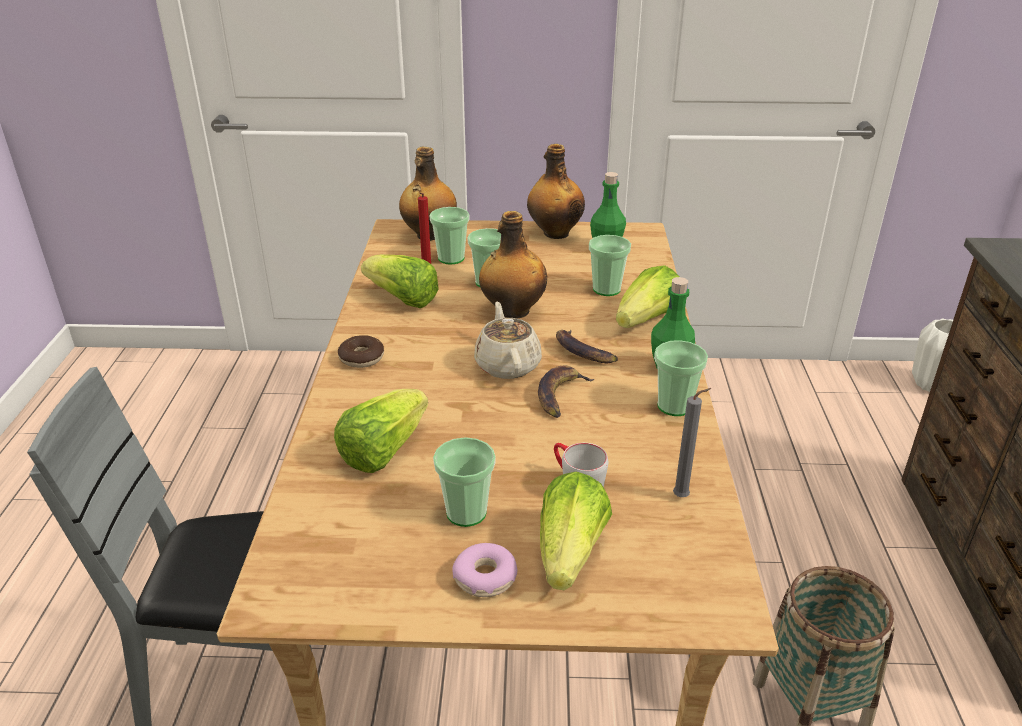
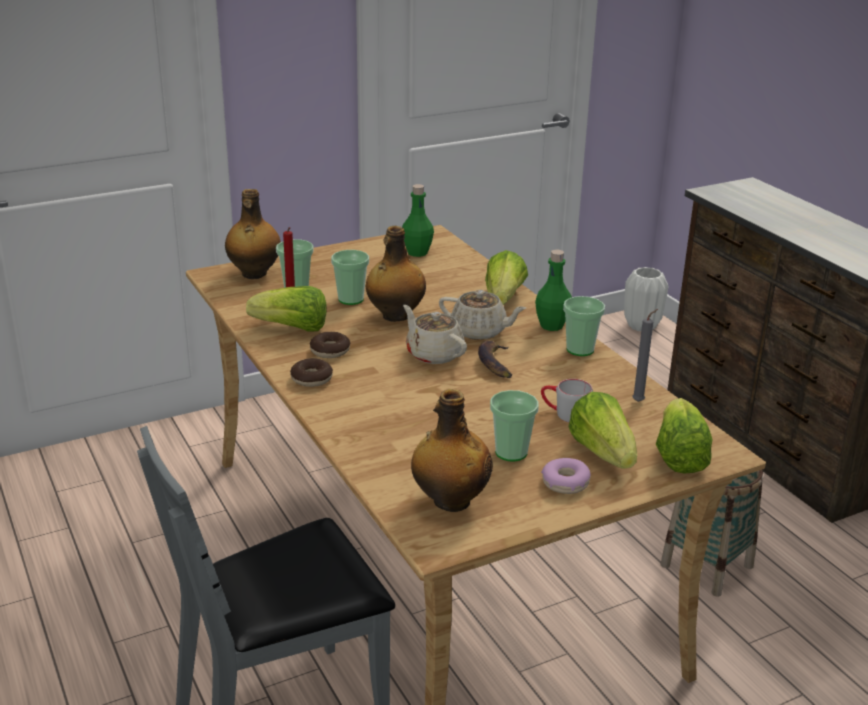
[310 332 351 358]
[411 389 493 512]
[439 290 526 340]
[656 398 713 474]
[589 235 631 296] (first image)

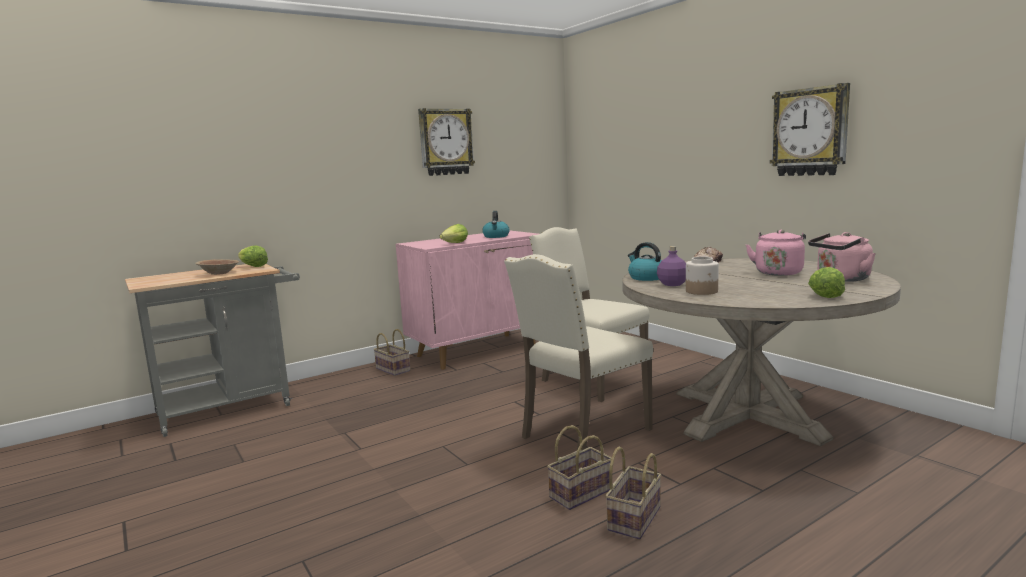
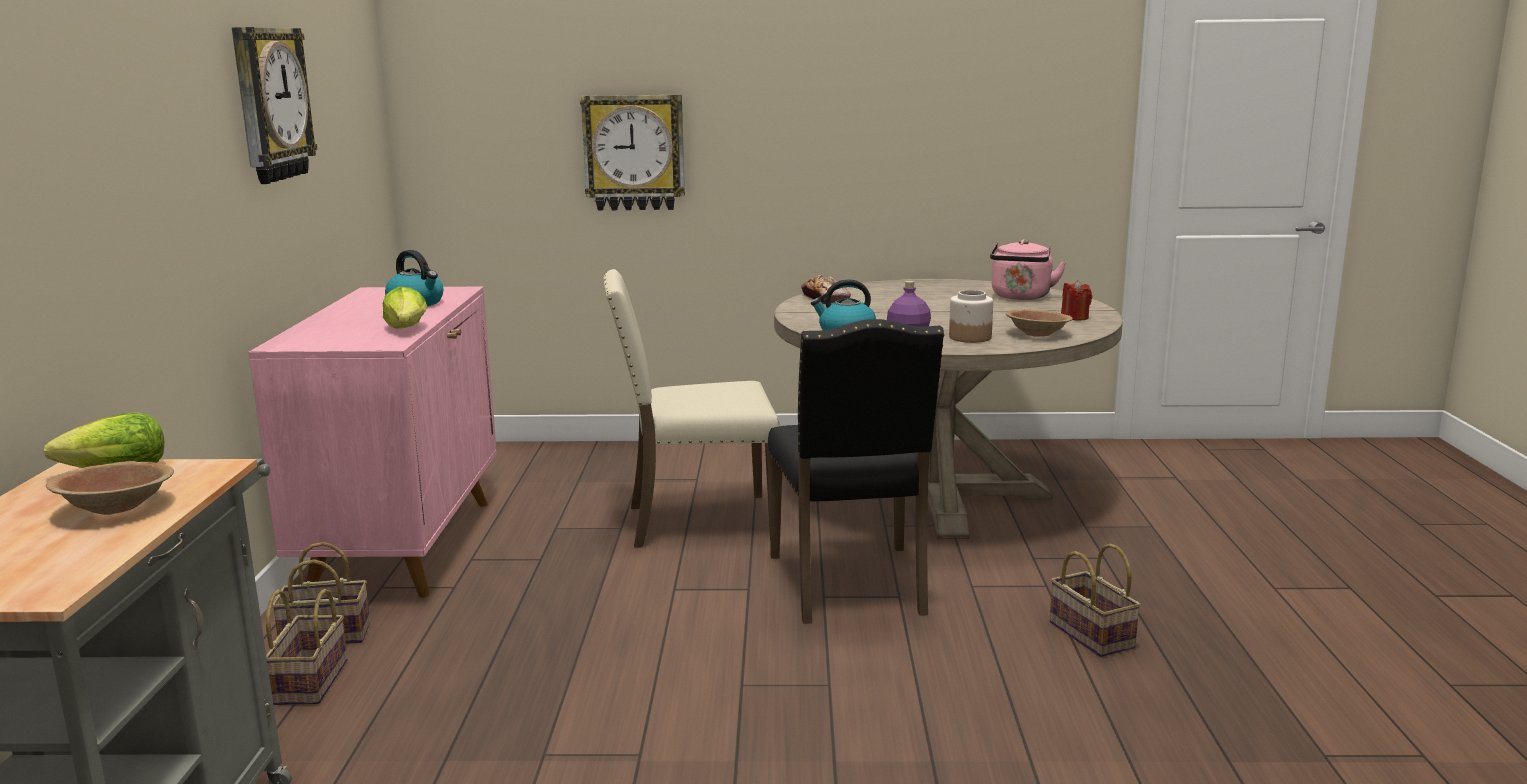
[266 589 348 705]
[580 95 685 211]
[768 319 944 624]
[1006 310 1073 337]
[1061 280 1092 320]
[746 230 806 276] (first image)

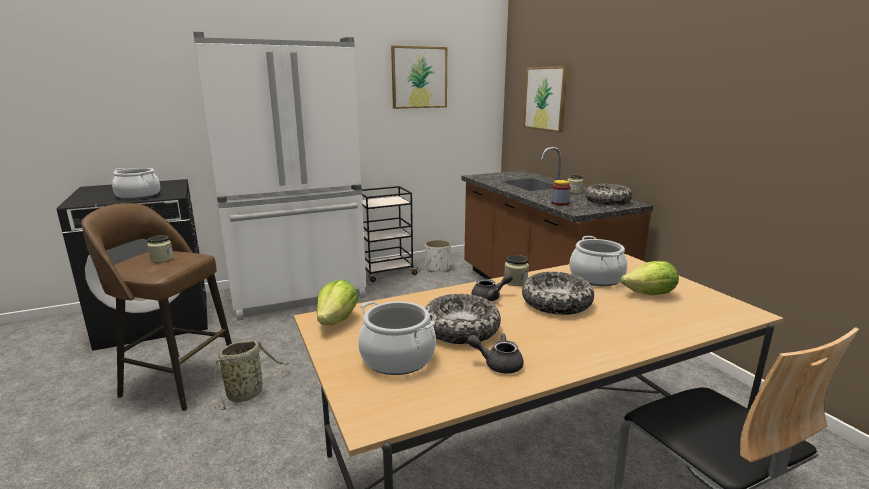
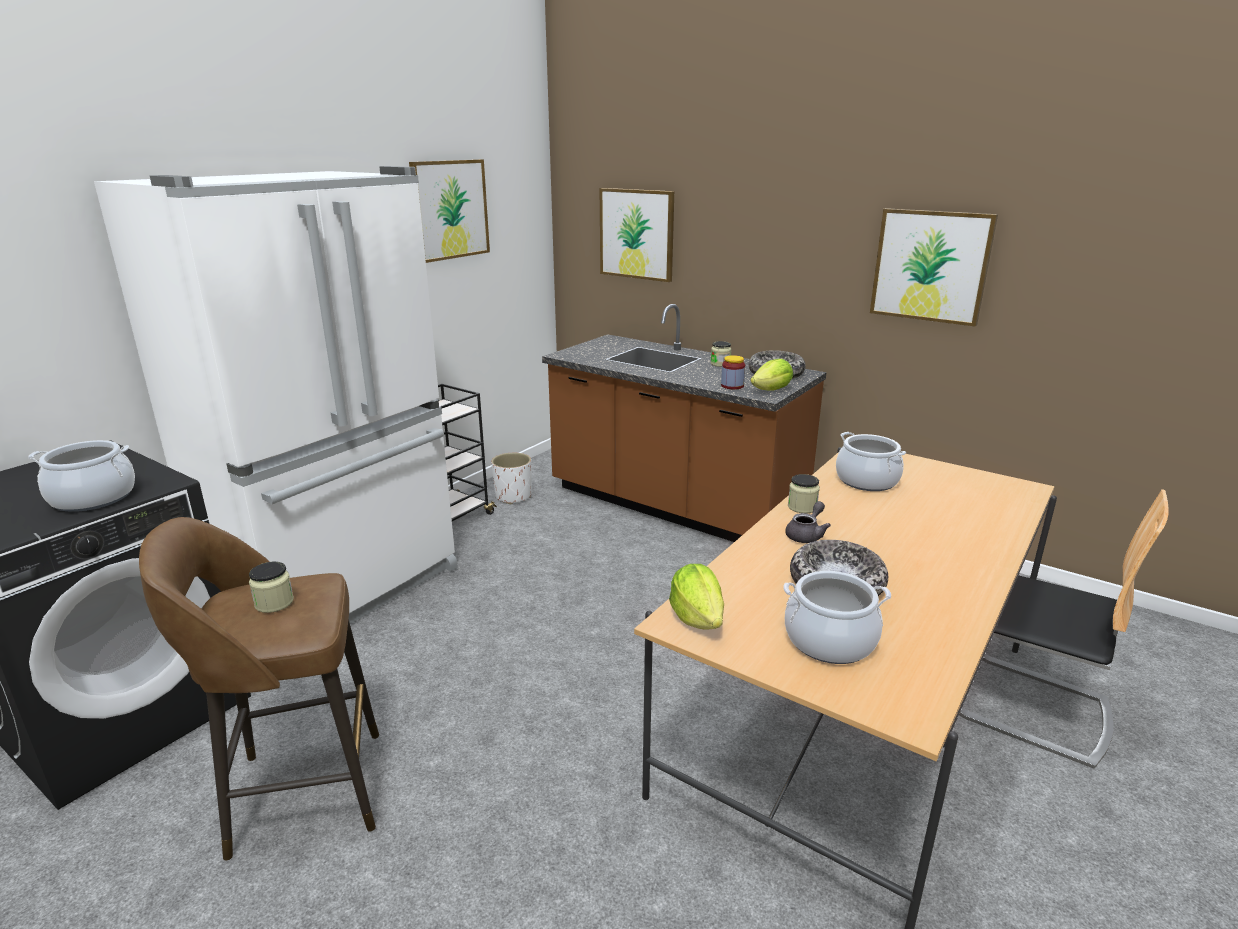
[750 359 793 391]
[870 208 998 327]
[209 341 289 411] (first image)
[467 333 524 374] (first image)
[522 272 594 315] (first image)

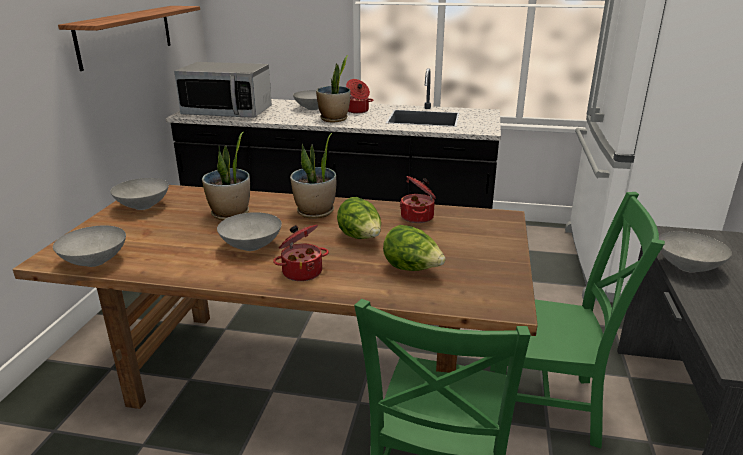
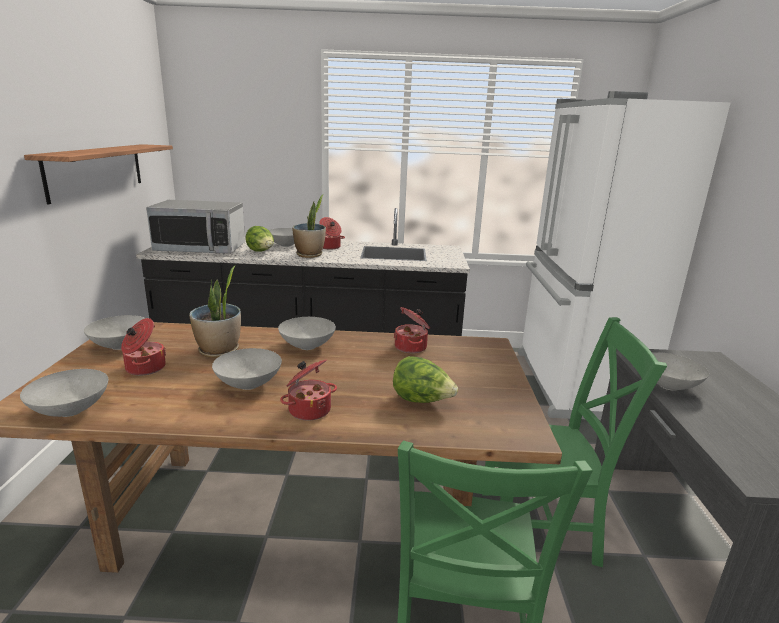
[121 318 166 376]
[245 226 274 252]
[278 317 336 350]

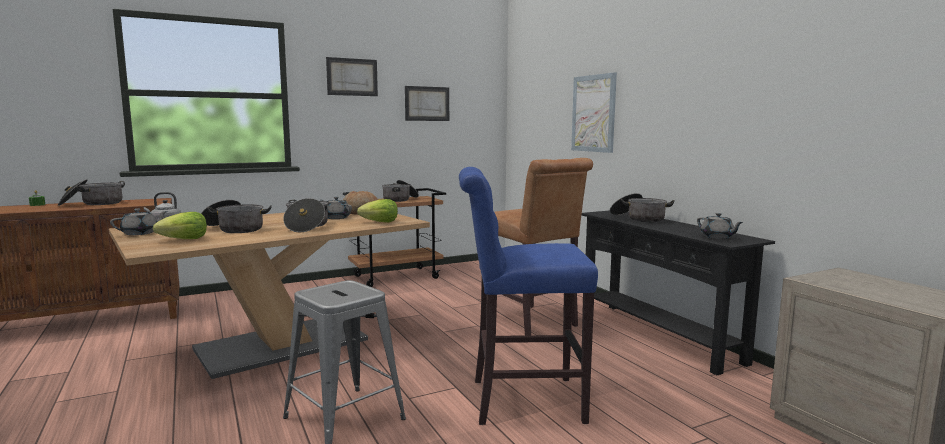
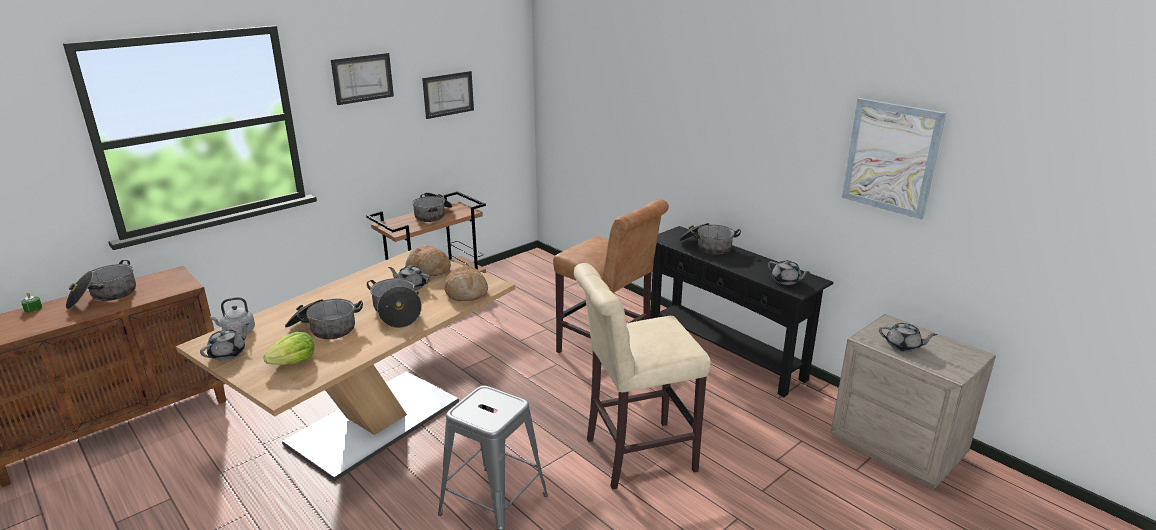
[444 265 488 301]
[574 263 711 490]
[842 98 946 220]
[879 323 937 352]

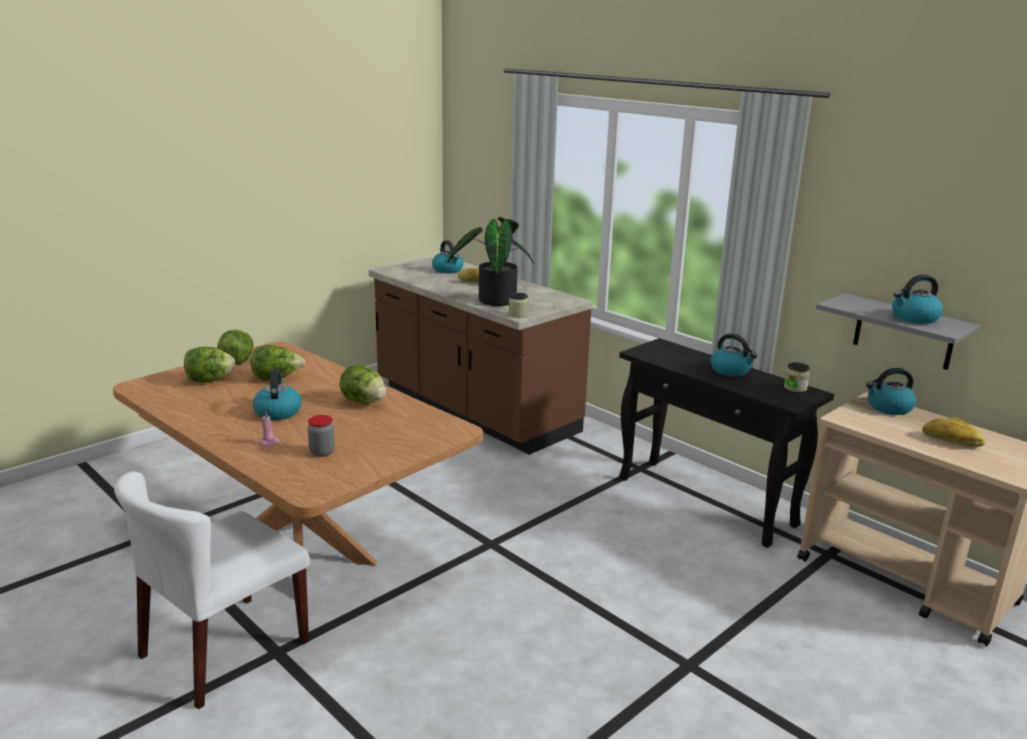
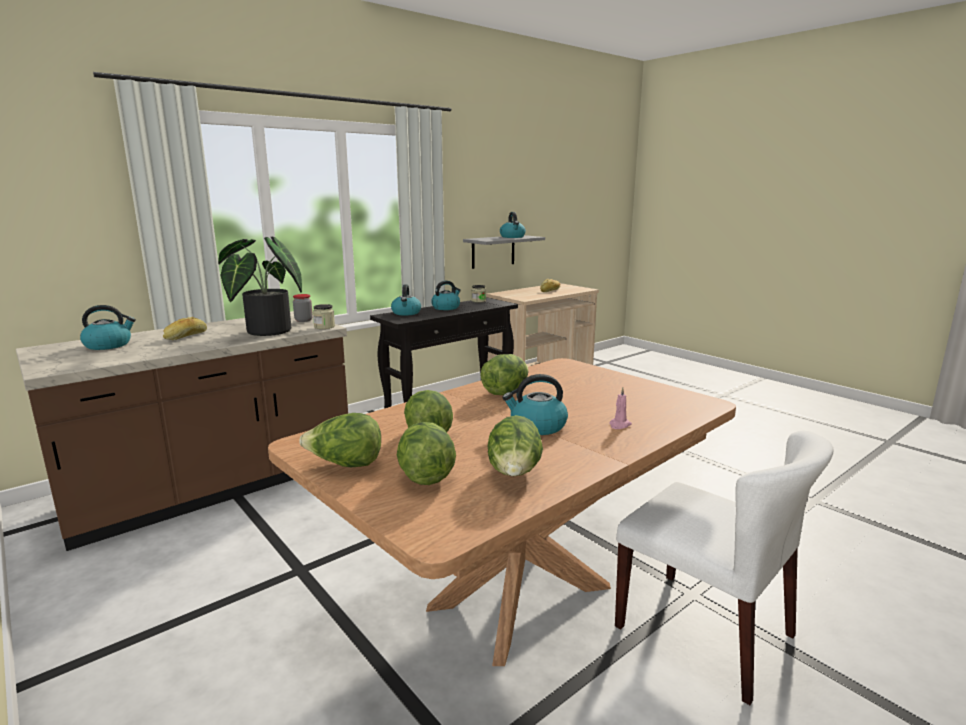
[293 294 313 322]
[391 284 421 316]
[487 415 543 476]

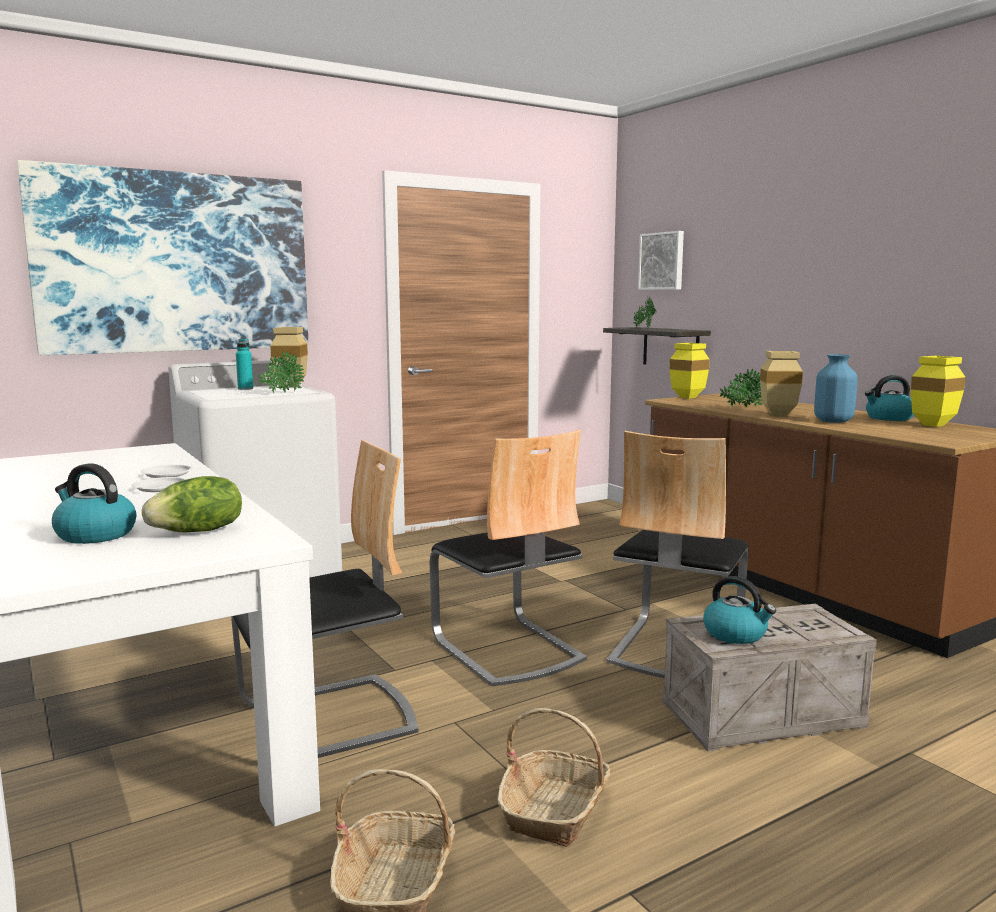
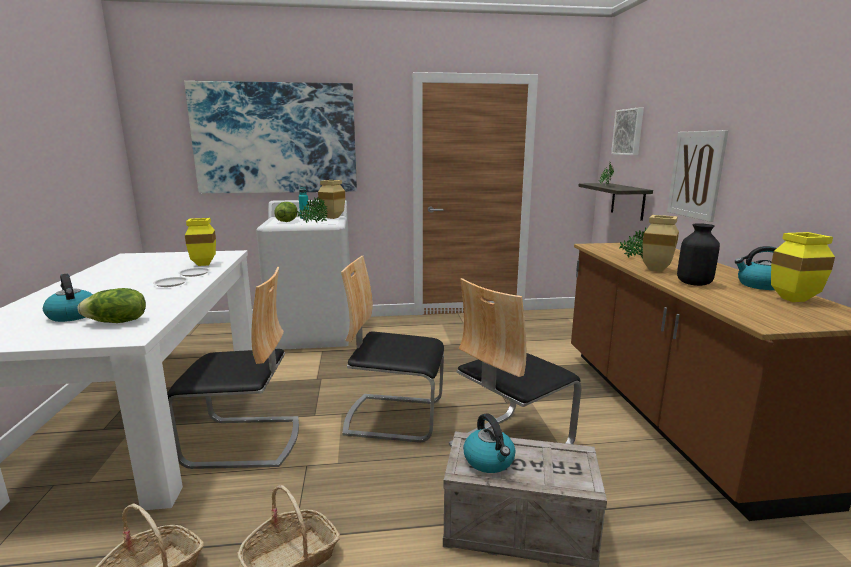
[185 218 216 266]
[274 202 297 222]
[341 256 444 443]
[667 130 728 222]
[677 223 720 286]

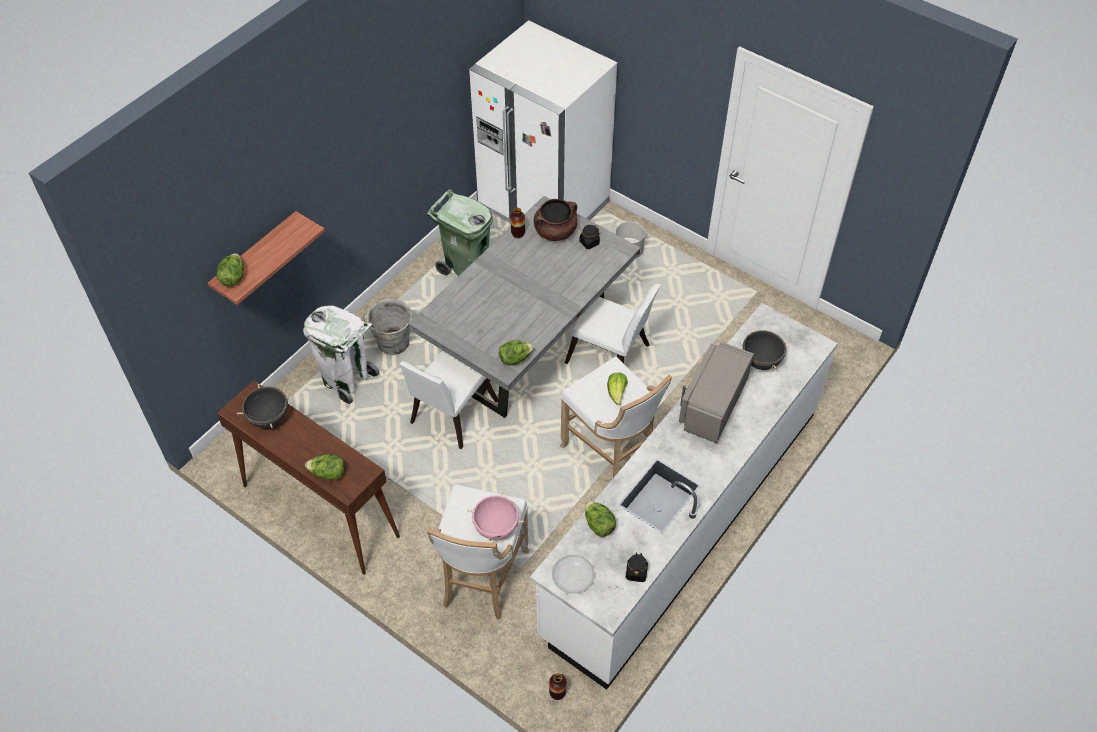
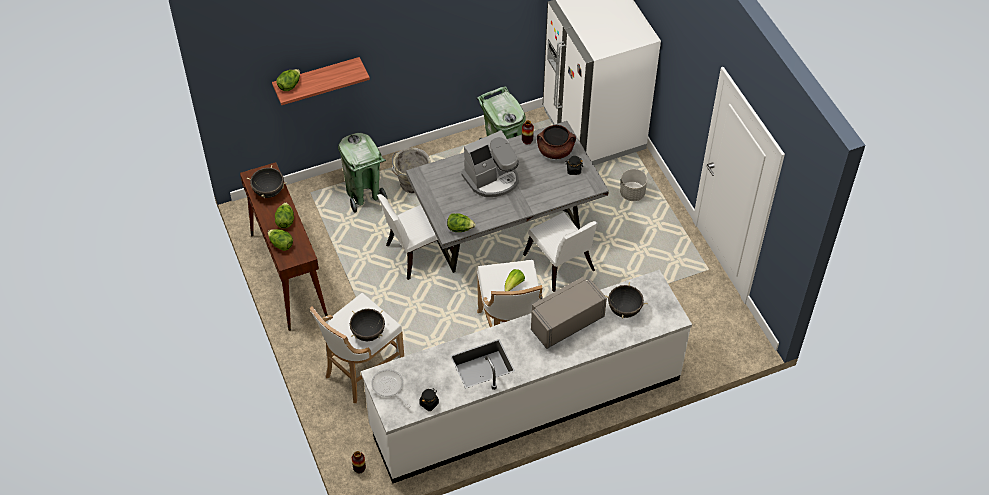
[275 203 294 228]
[338 133 387 213]
[350 309 385 341]
[462 130 519 197]

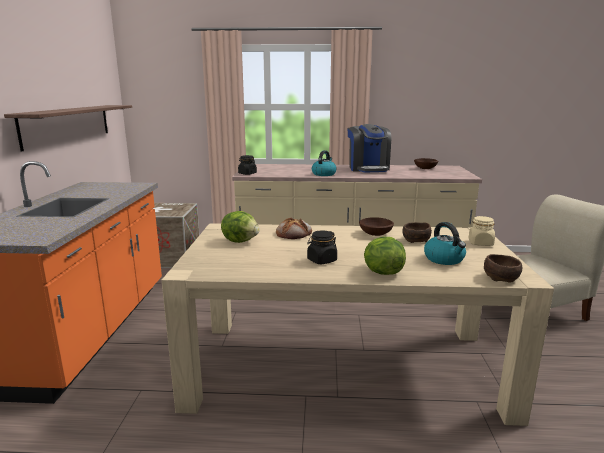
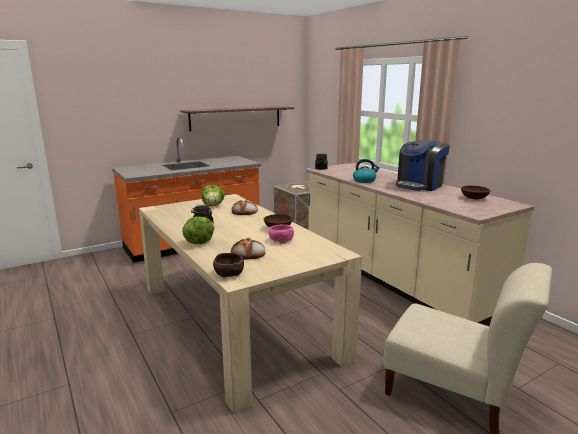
[231 238 266 260]
[269 225 294 244]
[468 216 495 246] (first image)

